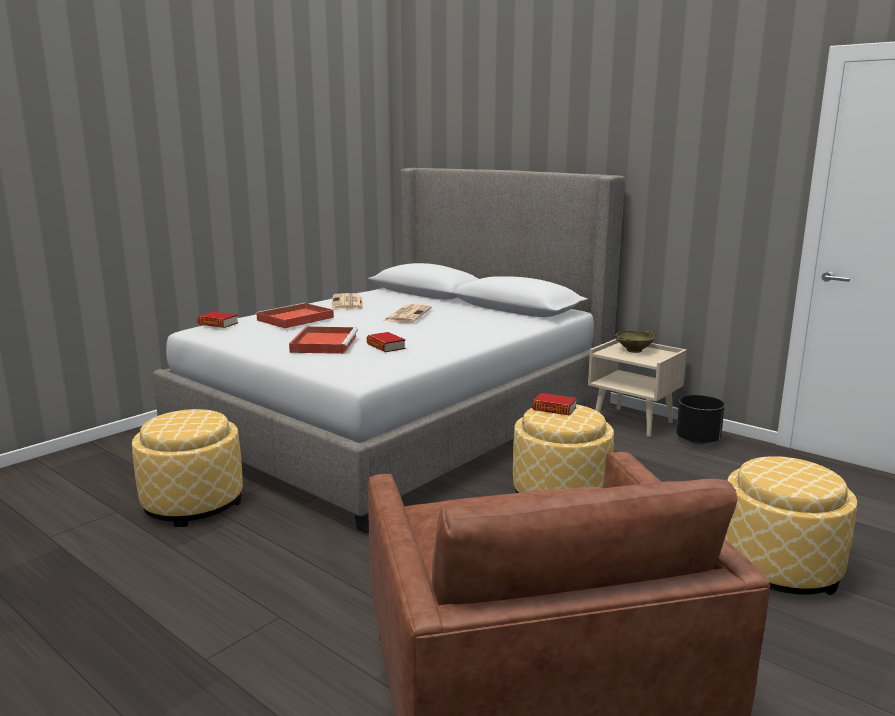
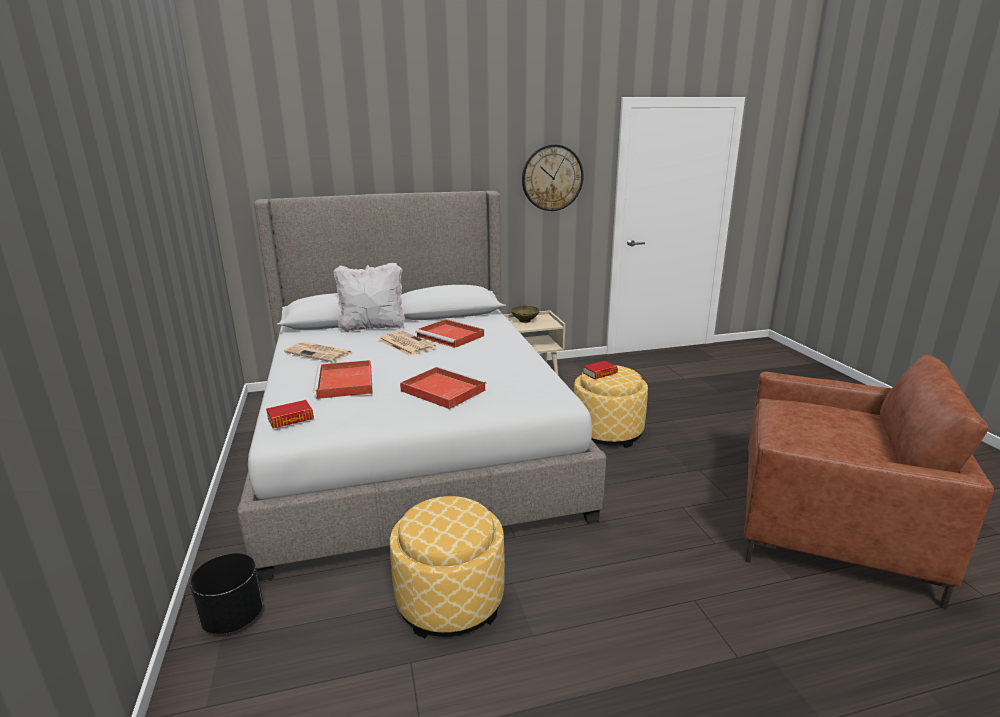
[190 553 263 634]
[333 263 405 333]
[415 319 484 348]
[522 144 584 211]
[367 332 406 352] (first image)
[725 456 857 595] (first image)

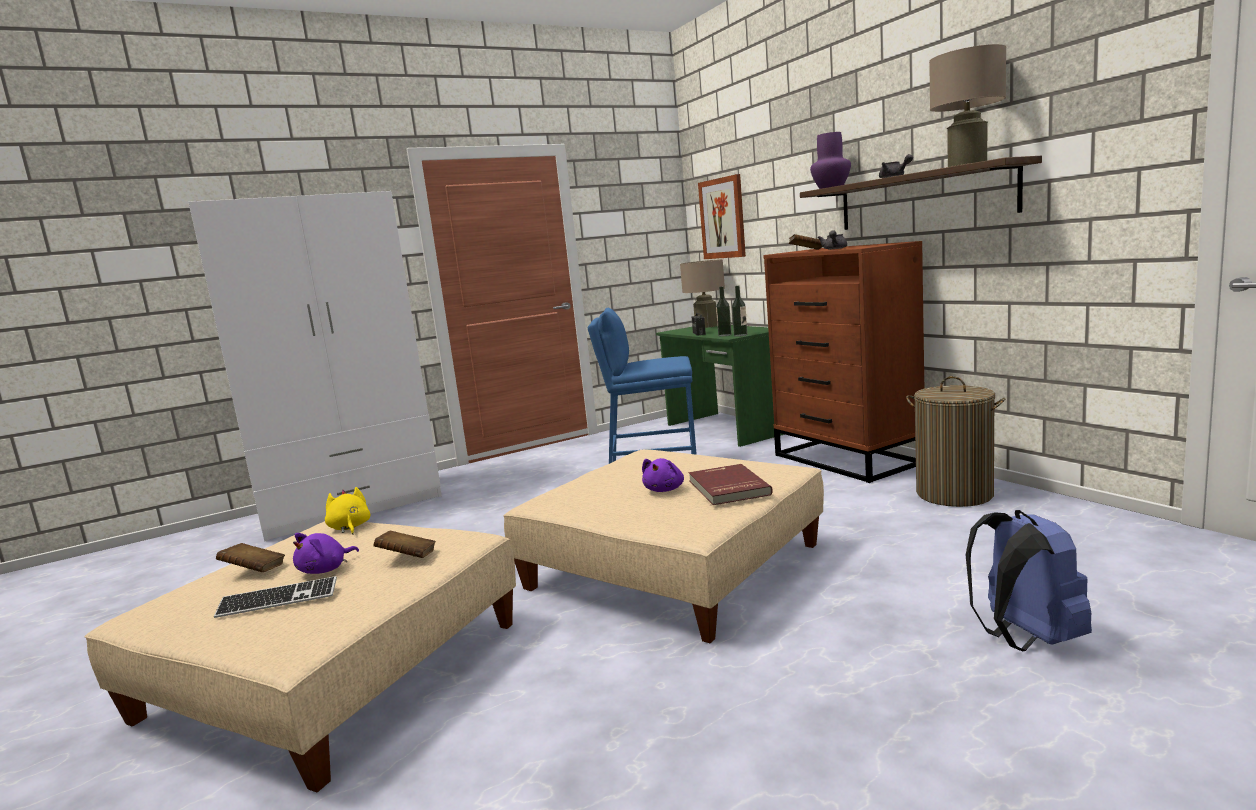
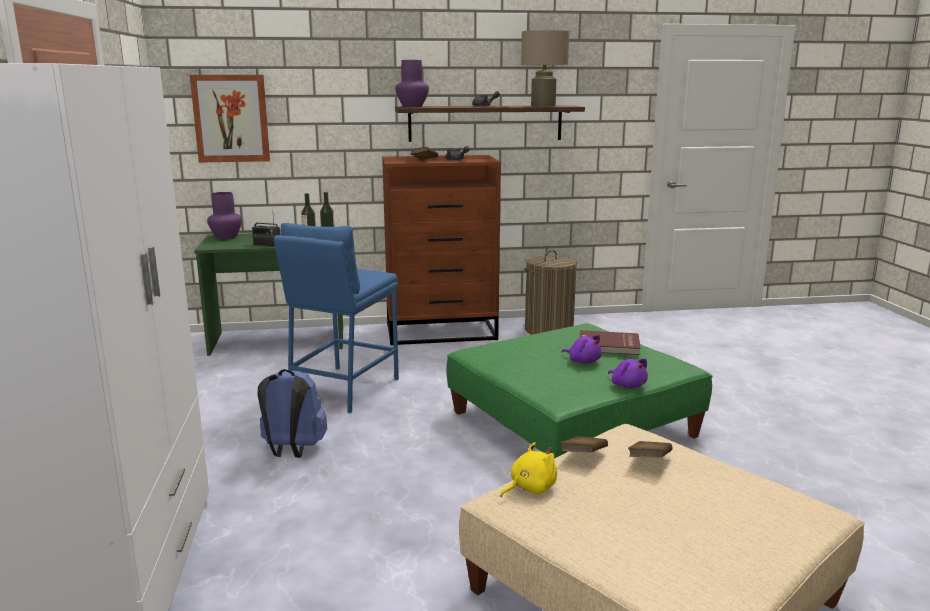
[207 192 242 239]
[257 369 327 458]
[446 323 712 459]
[500 442 557 497]
[560 437 608 452]
[608 359 648 388]
[214 576 337 618] (first image)

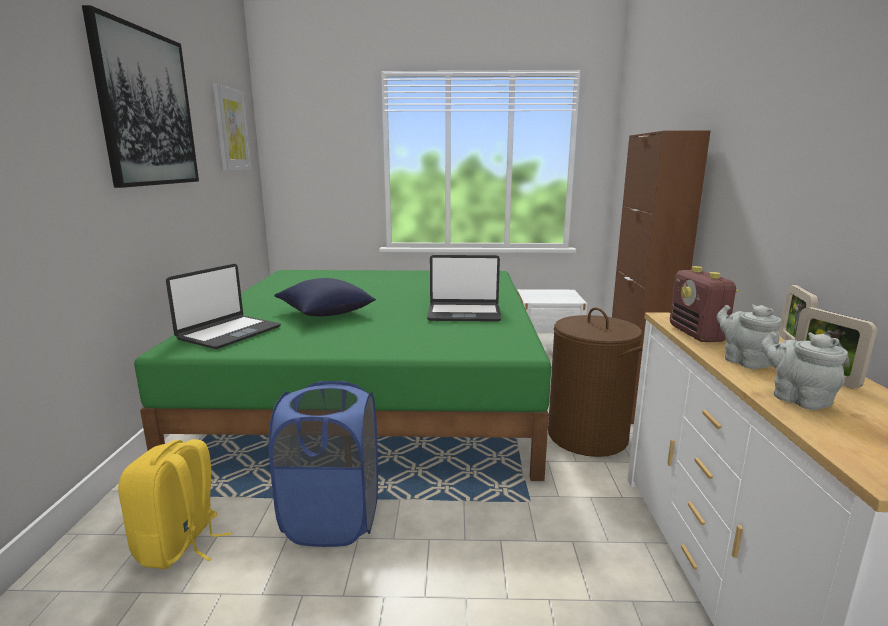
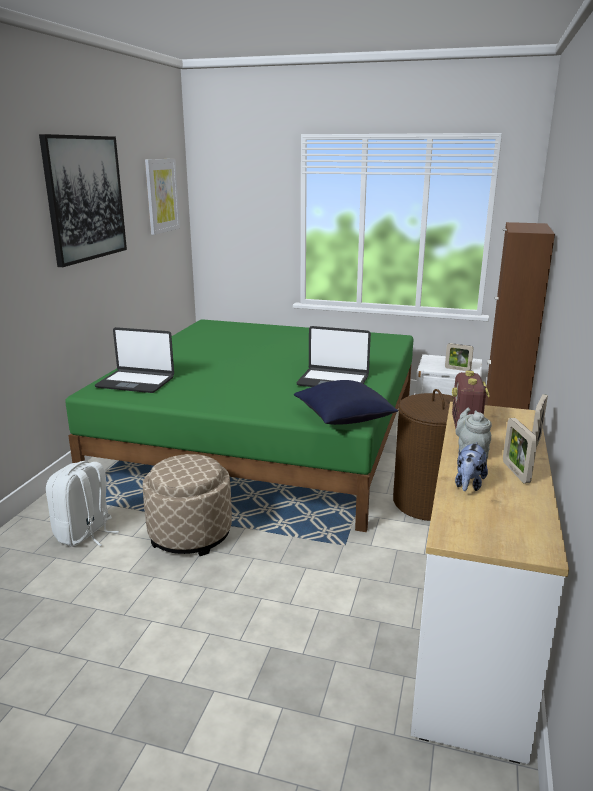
[46 461 119 547]
[95 327 174 393]
[142 454 232 556]
[294 380 398 425]
[445 343 473 371]
[455 442 488 491]

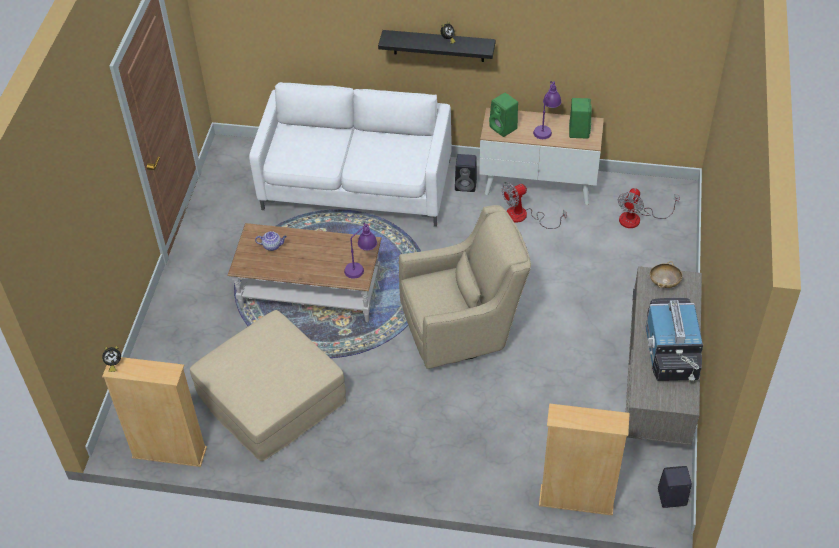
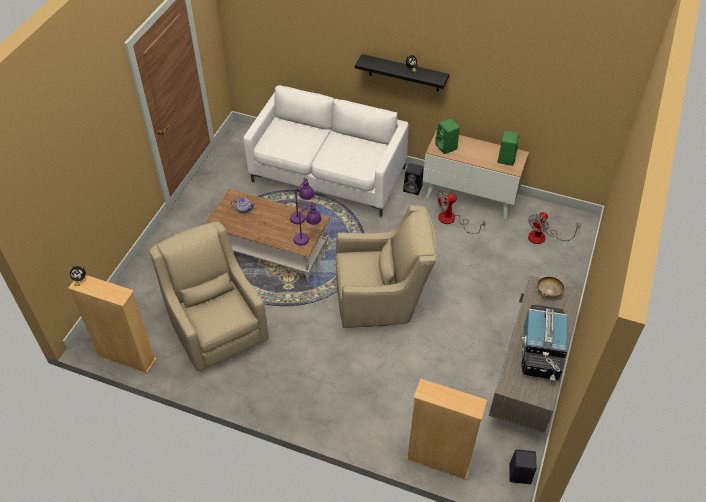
[150 222 269 372]
[290 178 314 224]

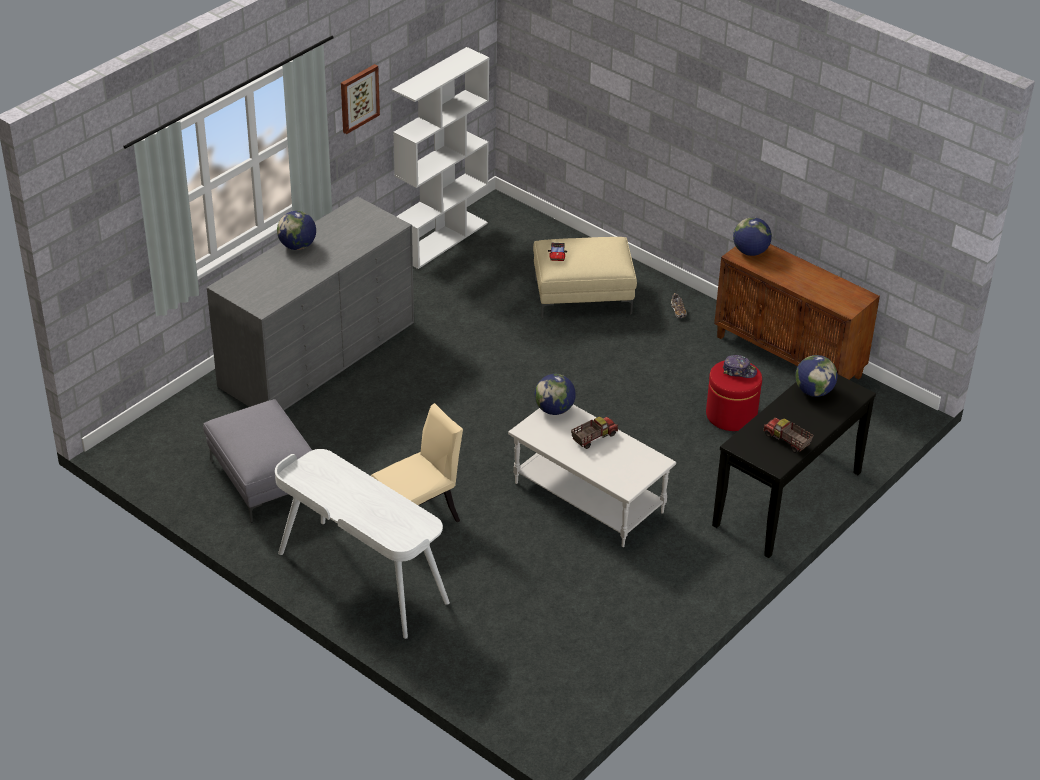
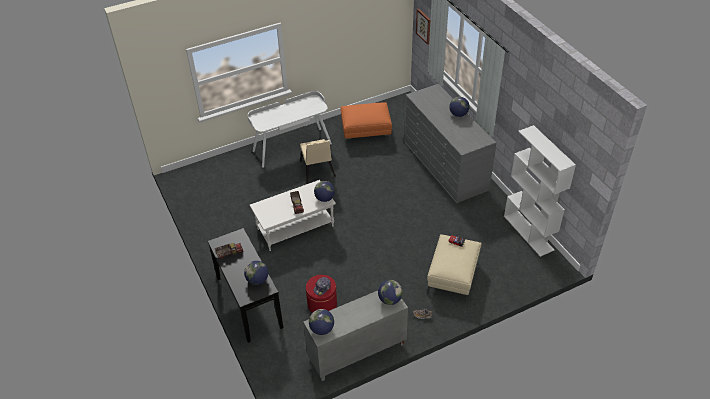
[303 291 408 381]
[309 309 334 335]
[340 102 392 146]
[416 9 431 45]

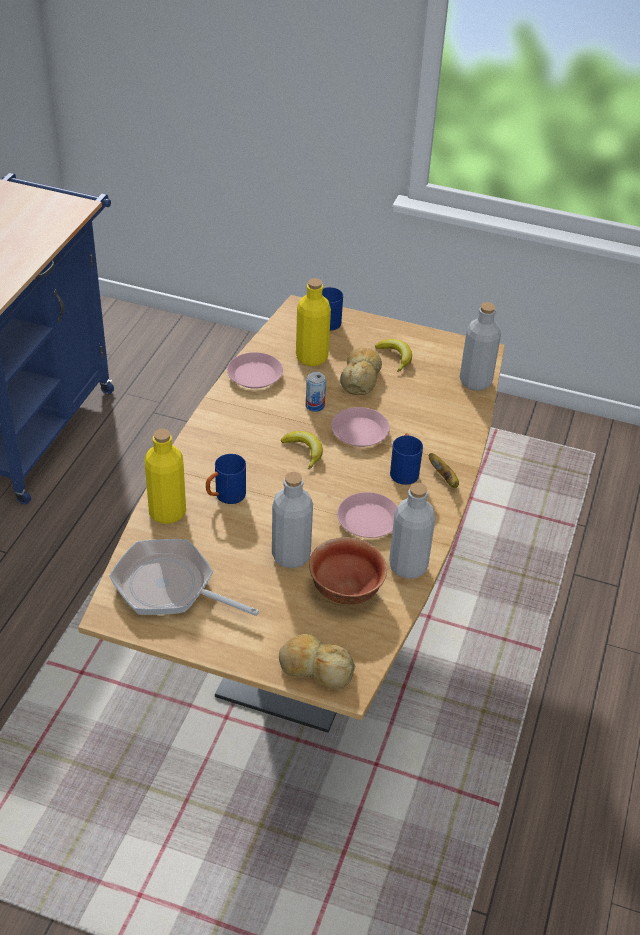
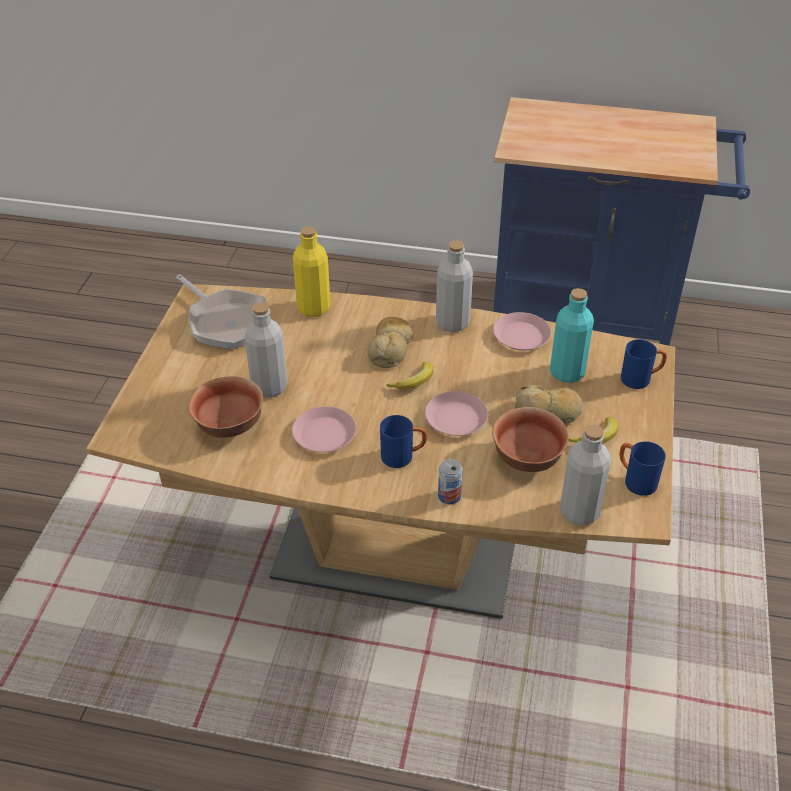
[176 275 268 349]
[368 317 413 368]
[436 240 473 332]
[438 459 463 504]
[492 407 569 472]
[550 288 594 383]
[619 442 666 496]
[429 453 459 488] (first image)

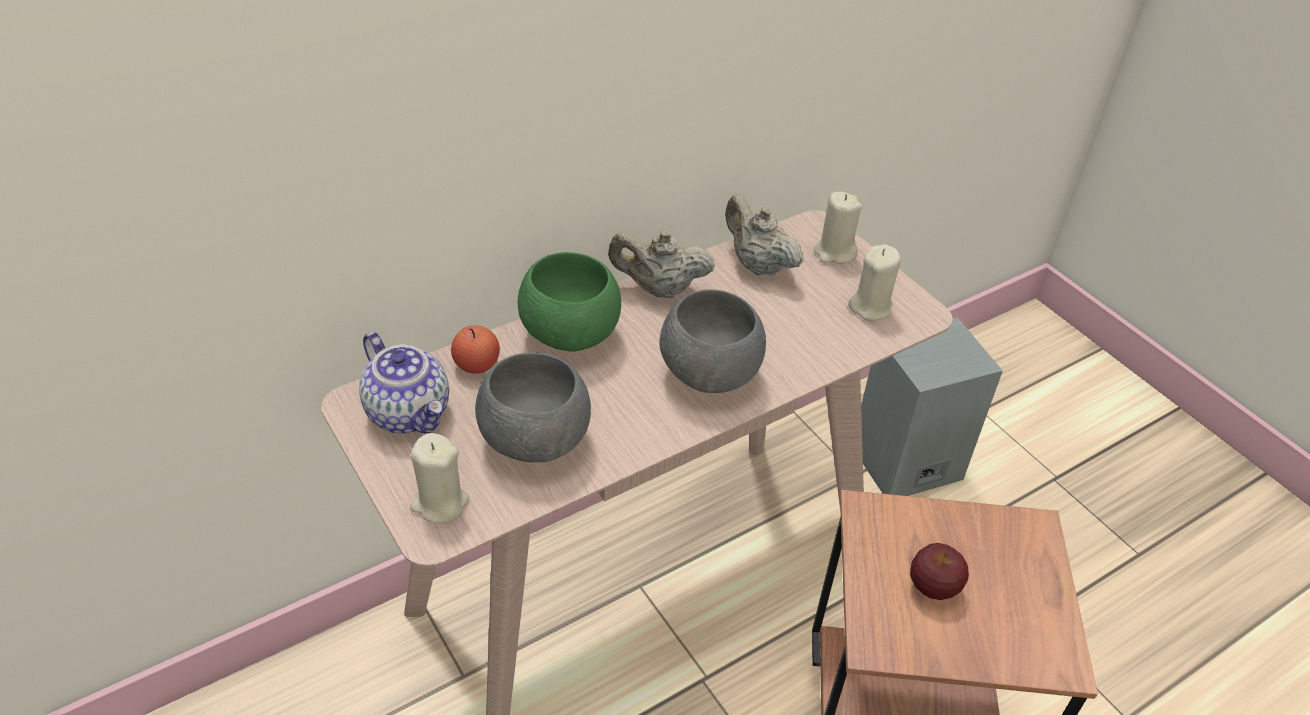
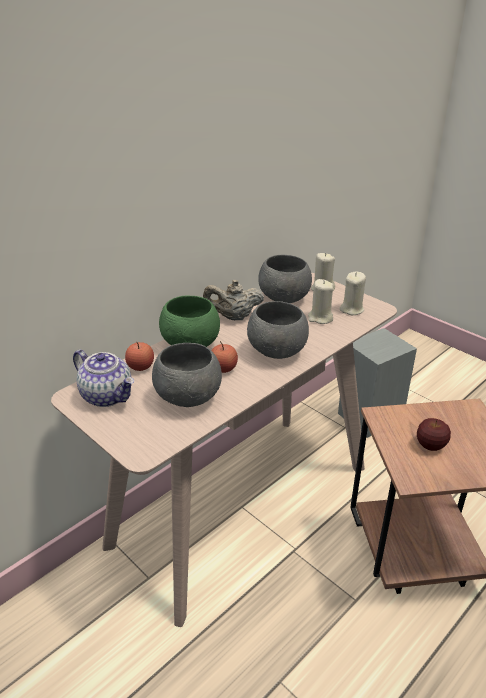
[211 341 238 373]
[258 255 312 303]
[308 279 334 324]

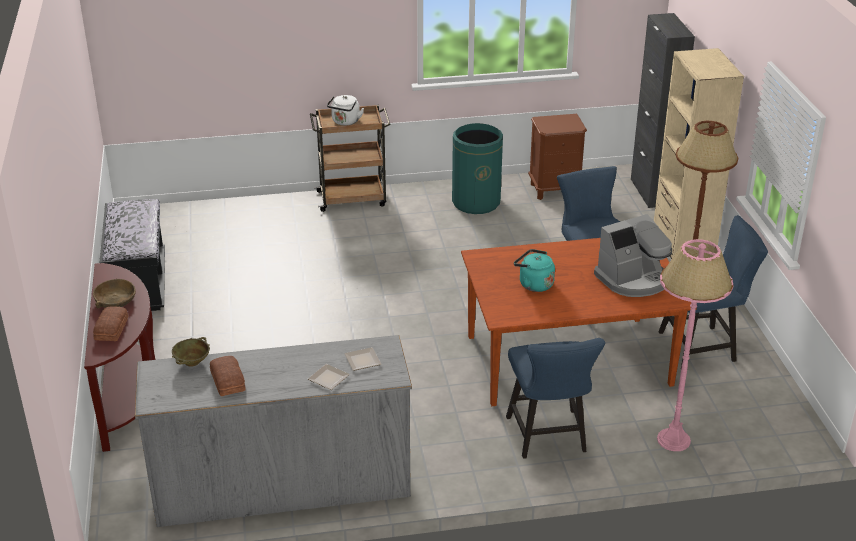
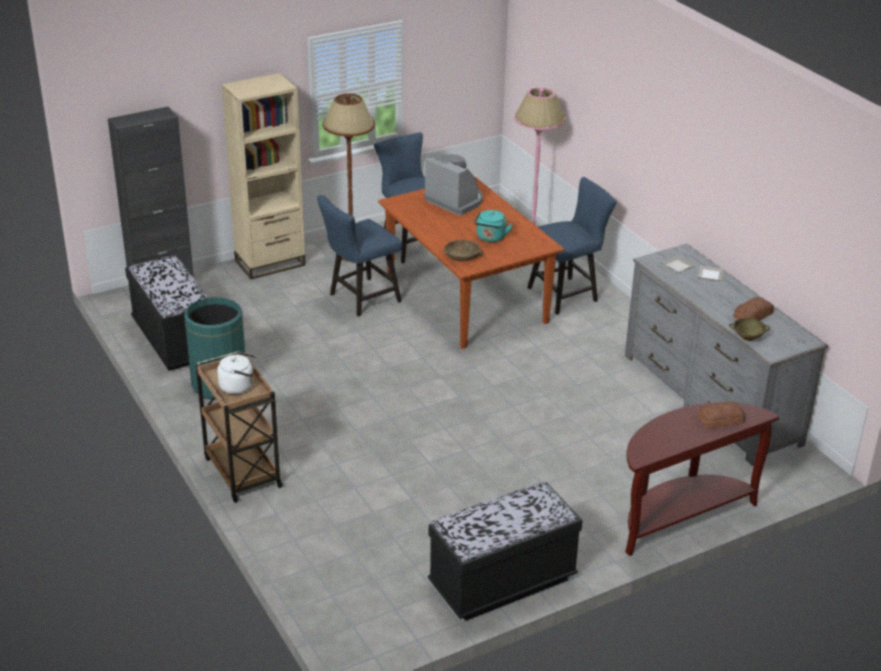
[125 256 208 371]
[444 240 483 262]

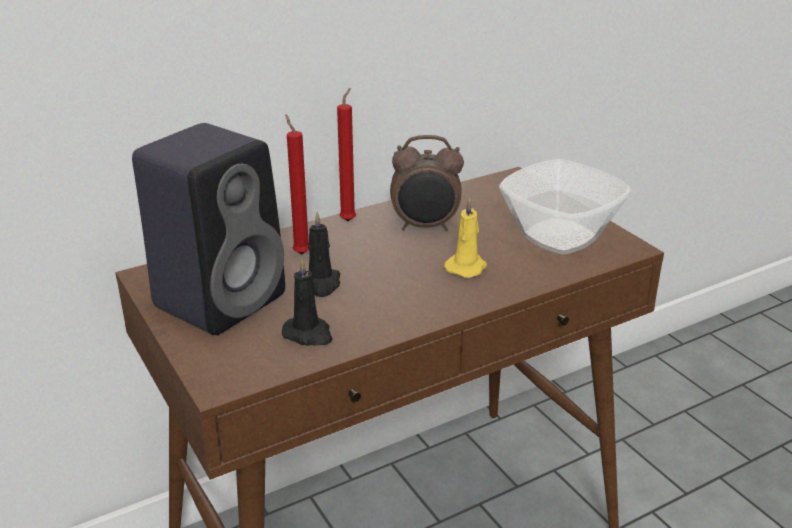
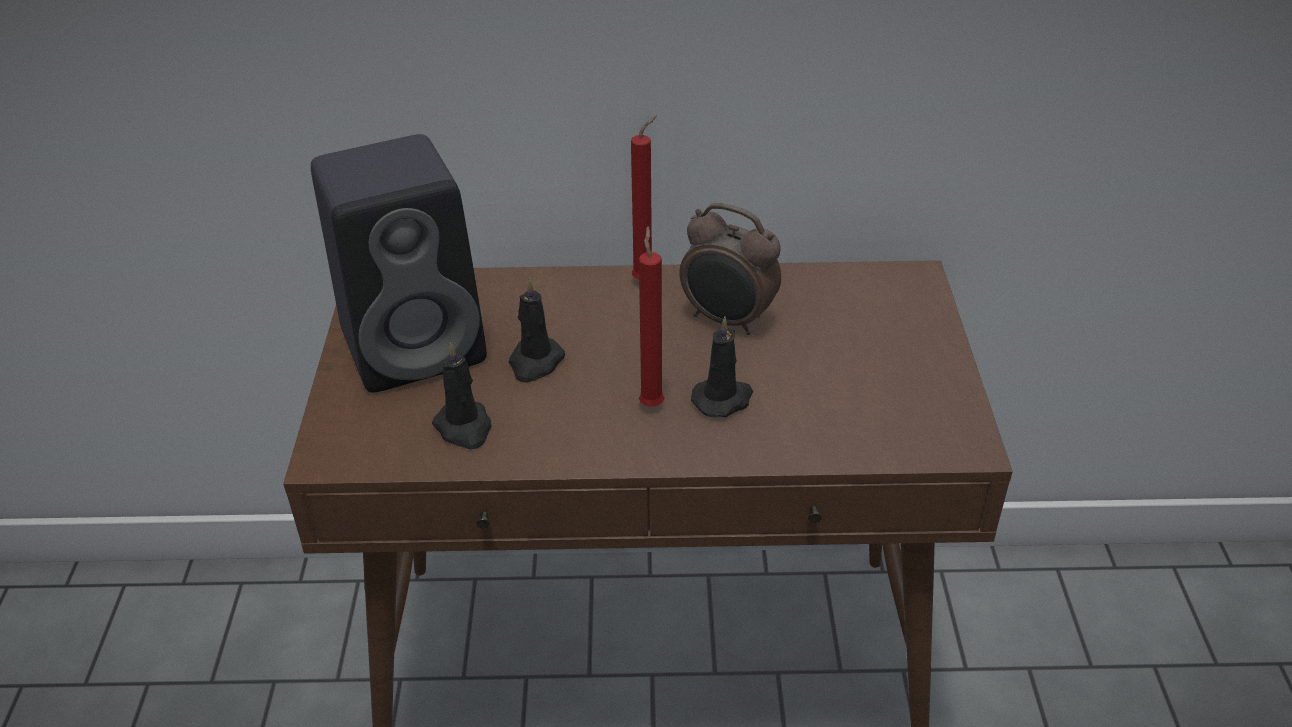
[639 226 664 407]
[691 317 753 417]
[499 159 631 255] (first image)

